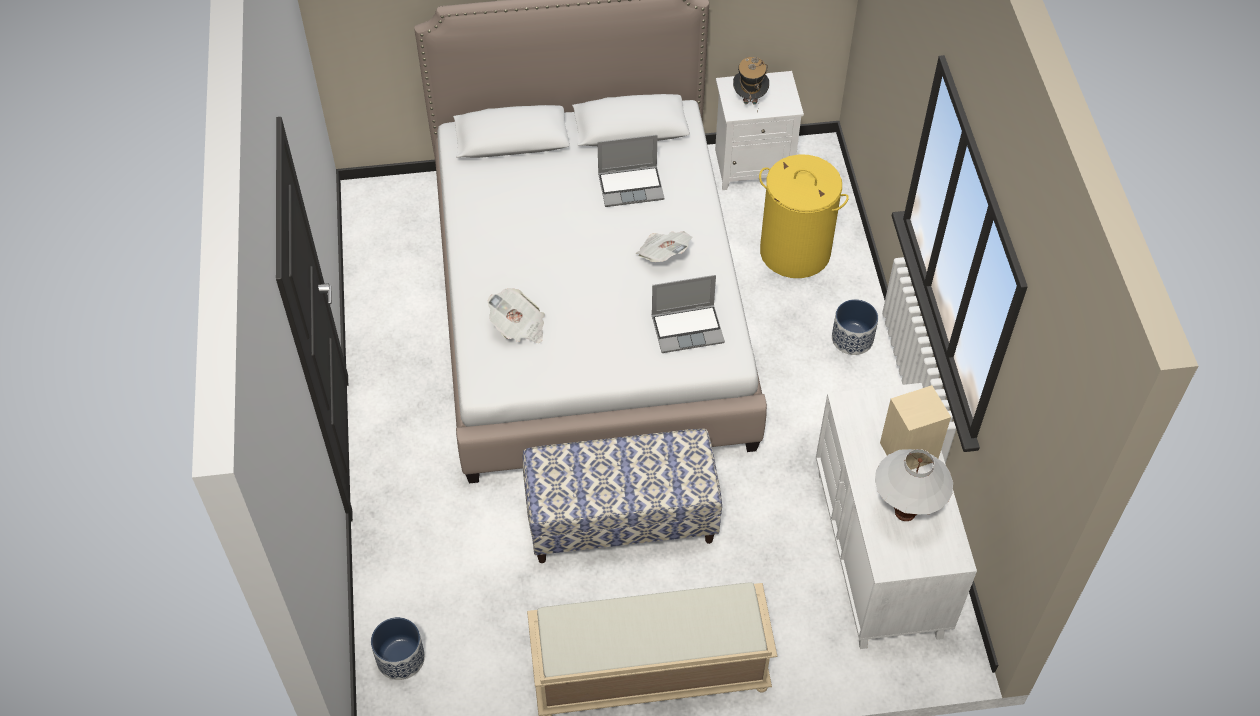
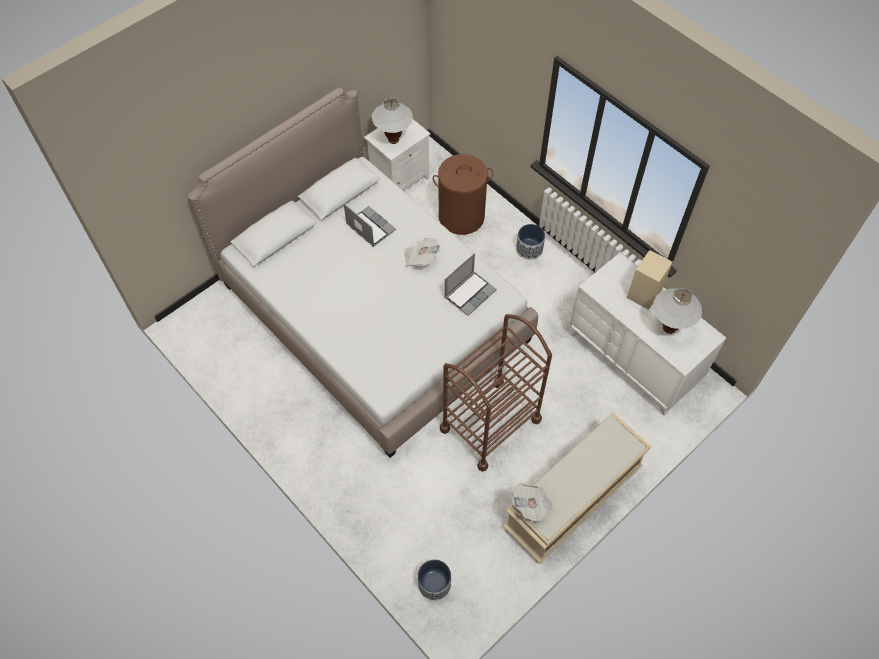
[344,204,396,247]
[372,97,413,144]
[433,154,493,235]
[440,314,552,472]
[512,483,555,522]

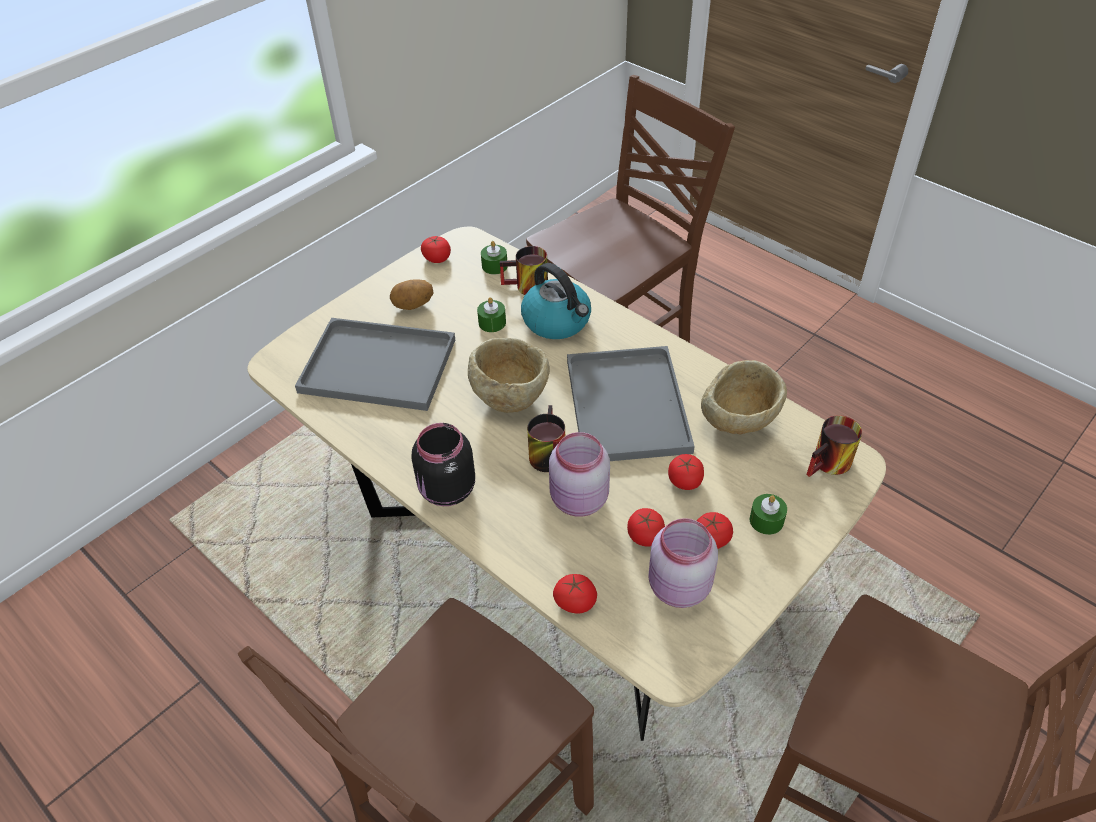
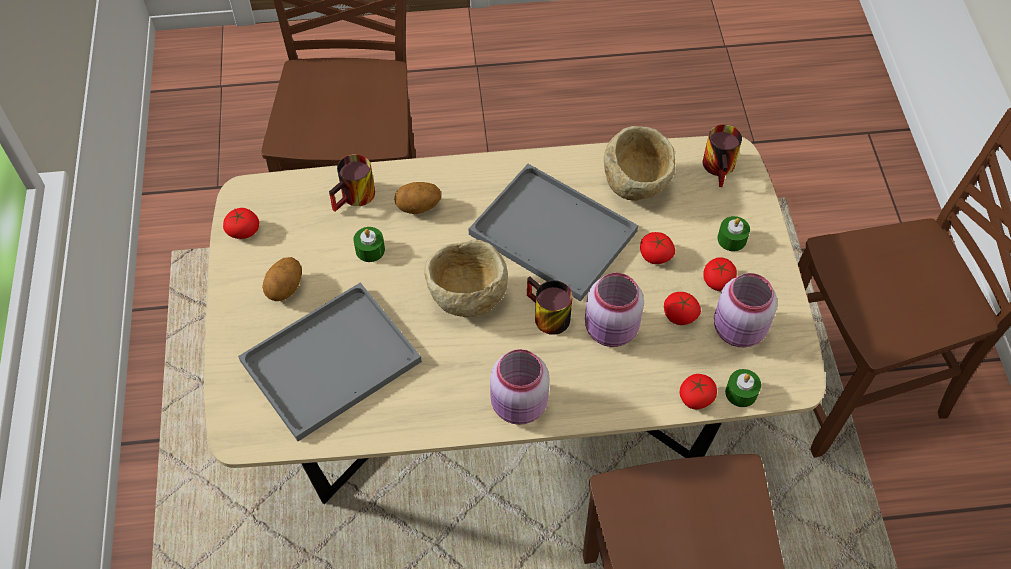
[394,182,441,214]
[490,349,550,425]
[725,369,761,407]

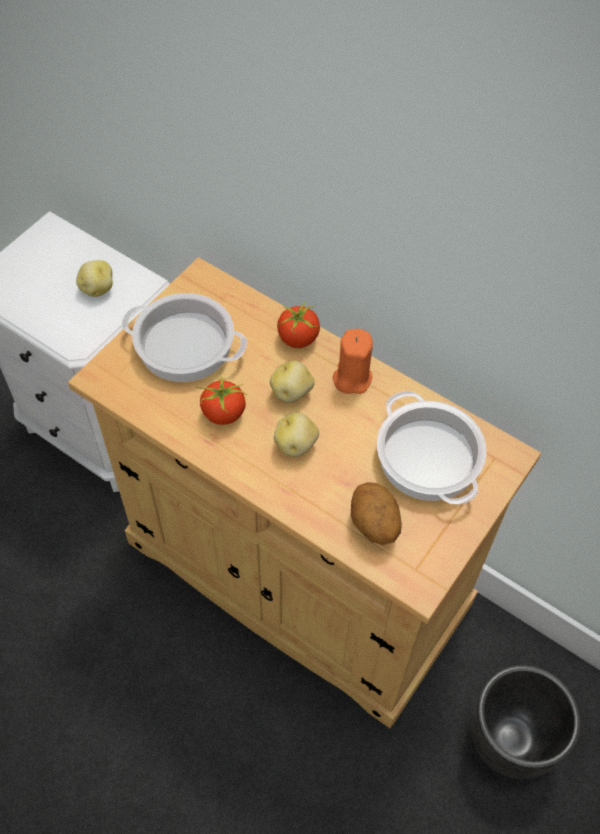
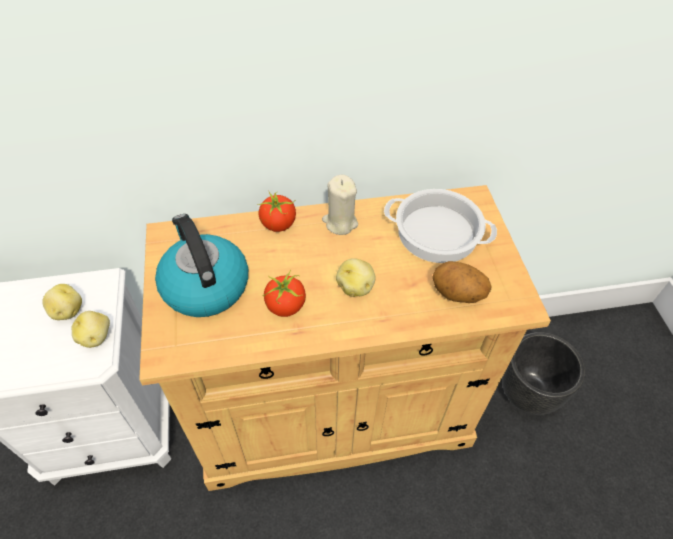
[72,311,110,348]
[155,214,248,317]
[322,175,358,235]

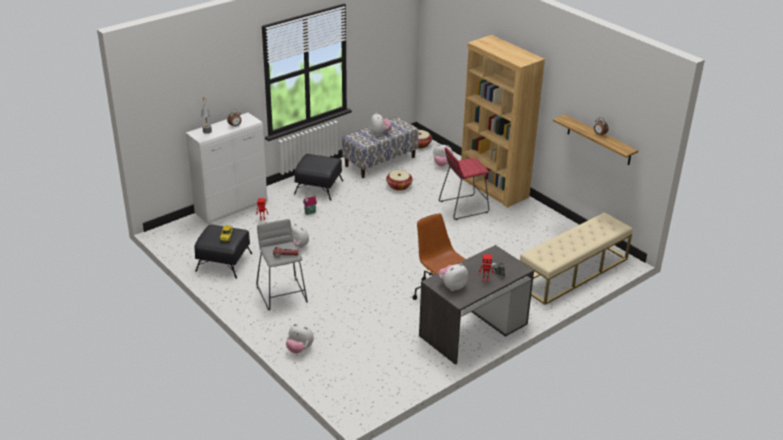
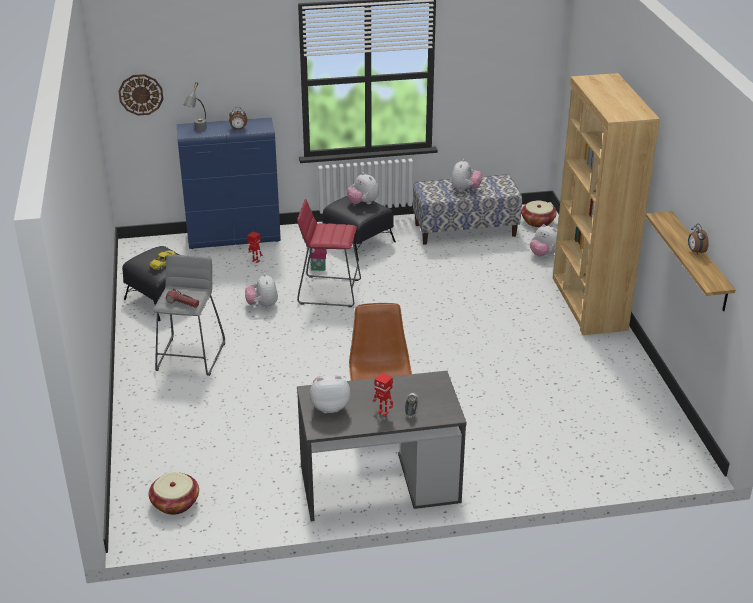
[118,74,163,116]
[149,472,199,515]
[177,118,281,249]
[297,199,361,307]
[347,172,379,204]
[520,212,633,305] (first image)

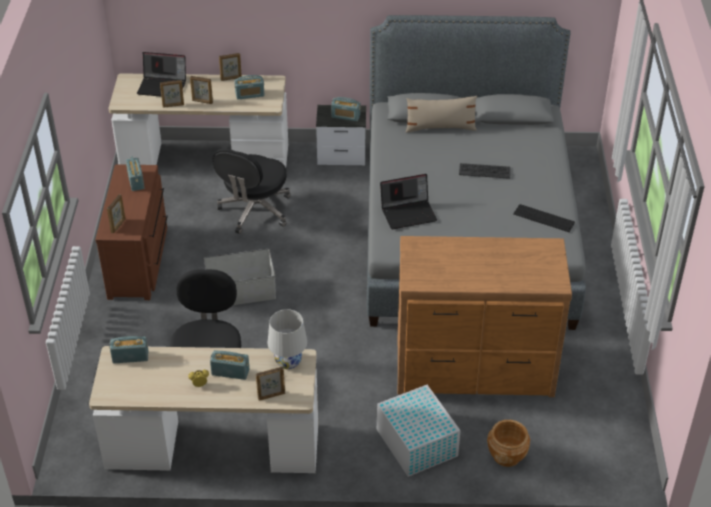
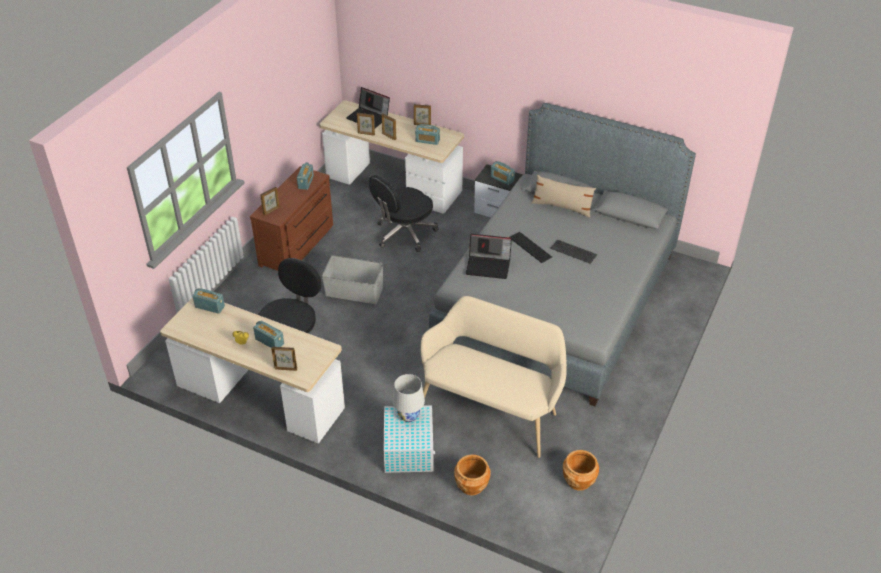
[392,374,425,422]
[421,296,567,458]
[509,232,552,263]
[563,450,599,491]

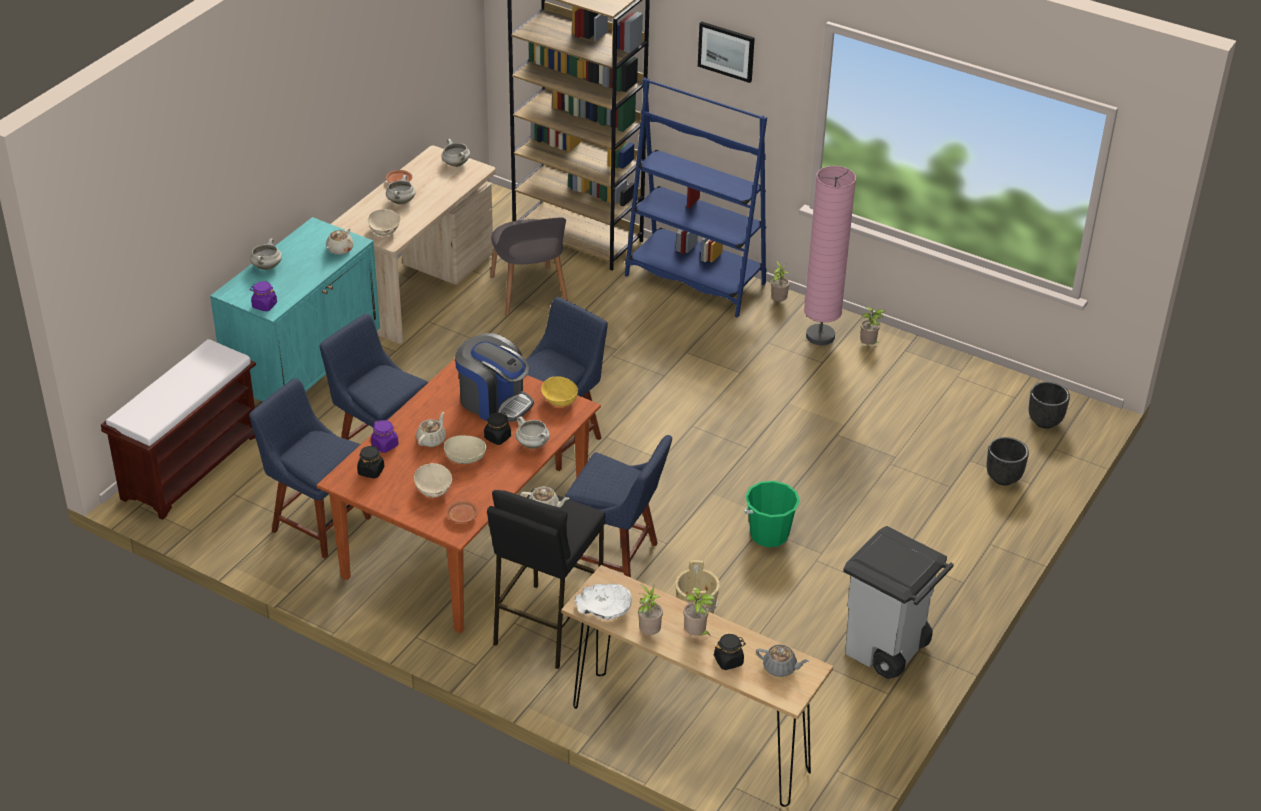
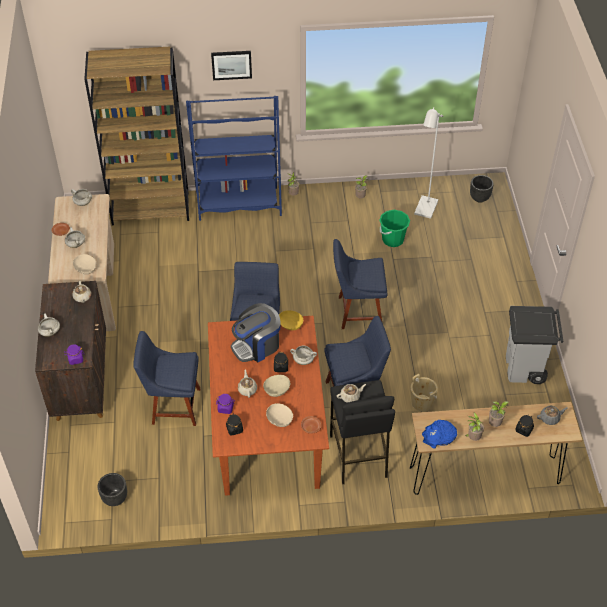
[35,281,106,421]
[98,473,127,506]
[231,303,280,362]
[333,239,388,329]
[379,210,410,247]
[414,107,443,219]
[422,420,457,448]
[101,339,256,520] (first image)
[490,218,568,316] (first image)
[804,166,856,345] (first image)

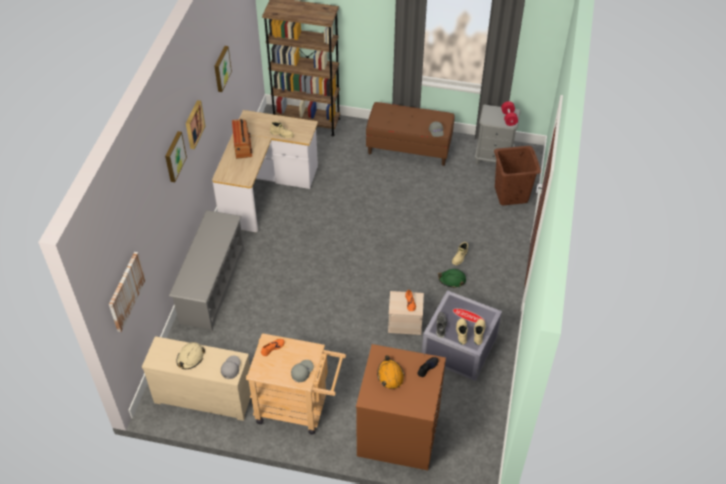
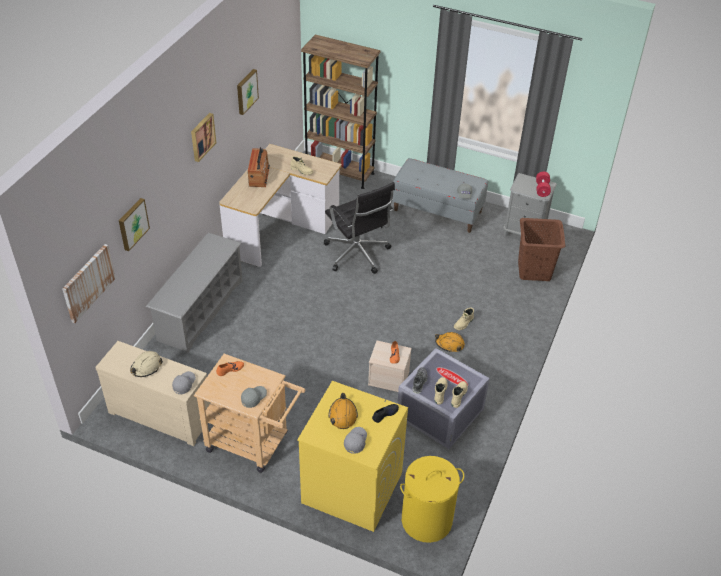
[119,198,150,251]
[297,381,408,532]
[324,182,395,274]
[344,427,367,454]
[392,158,488,233]
[400,456,464,543]
[435,332,465,352]

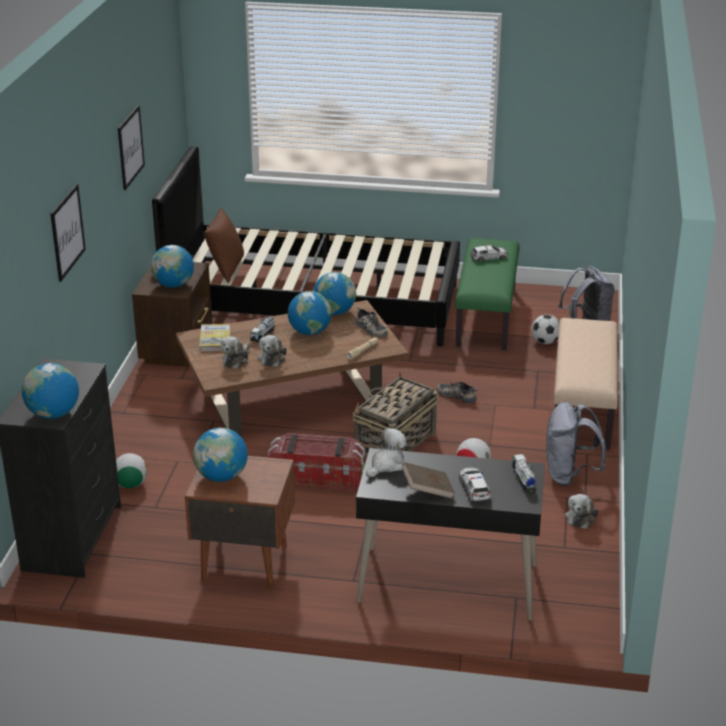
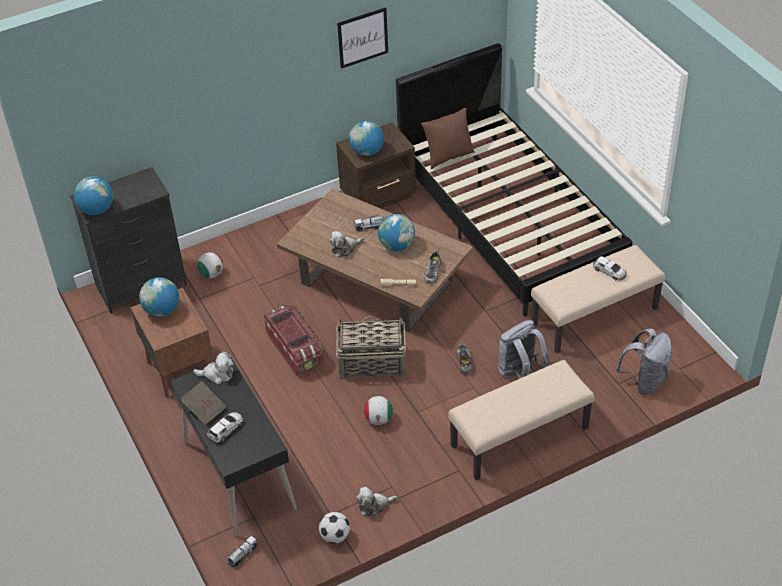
[227,536,258,568]
[319,512,350,544]
[498,320,550,379]
[531,245,665,353]
[50,184,86,282] (first image)
[199,324,230,352] (first image)
[221,336,250,369] (first image)
[314,272,356,315] (first image)

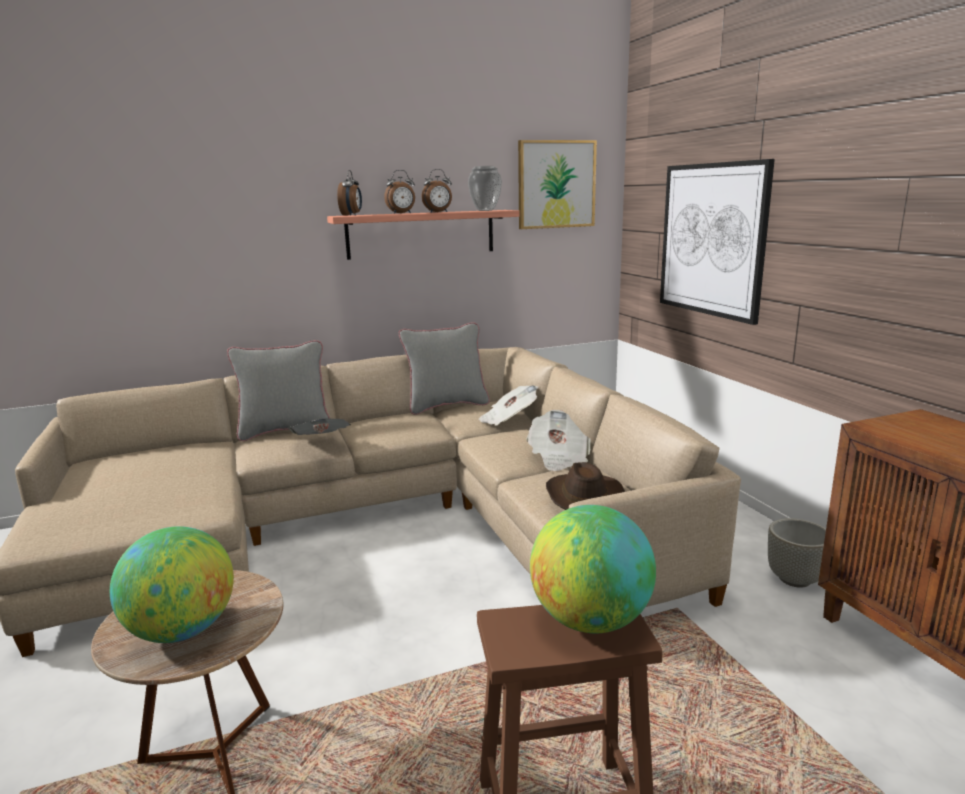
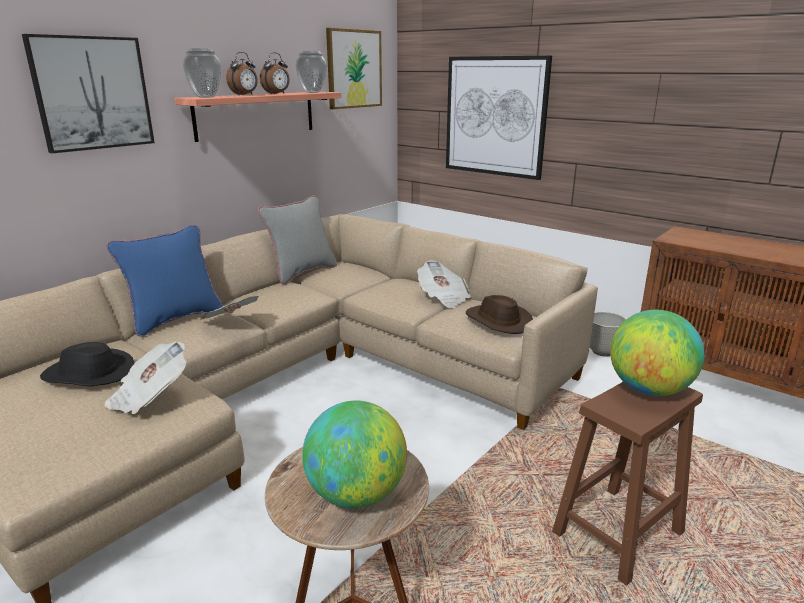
[22,34,155,153]
[40,342,134,386]
[105,342,186,414]
[106,225,223,337]
[183,48,221,98]

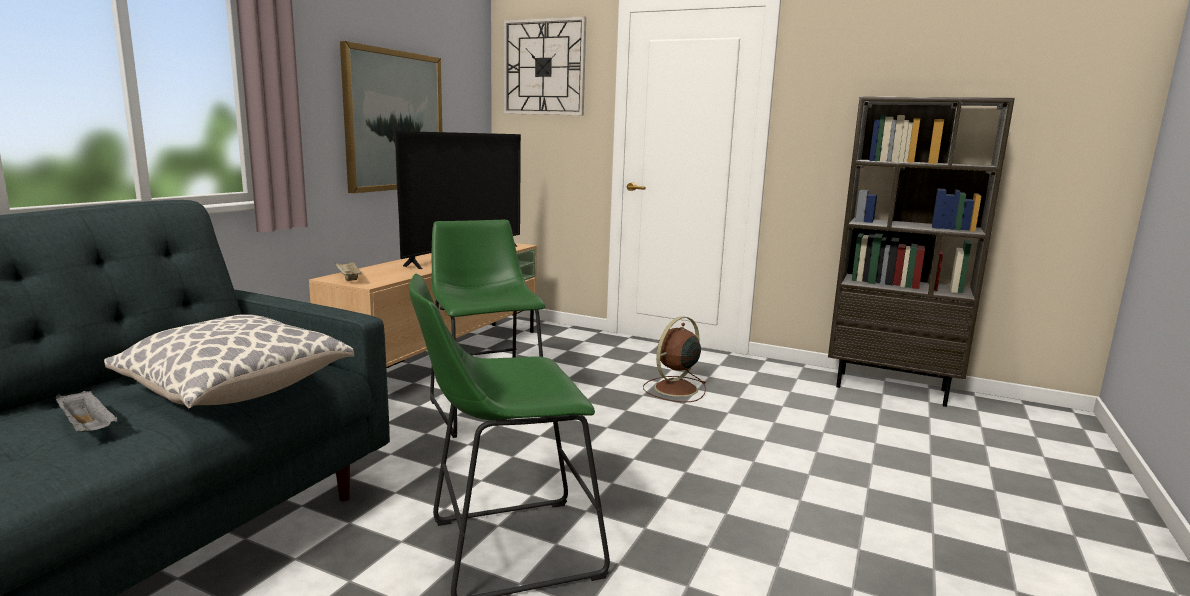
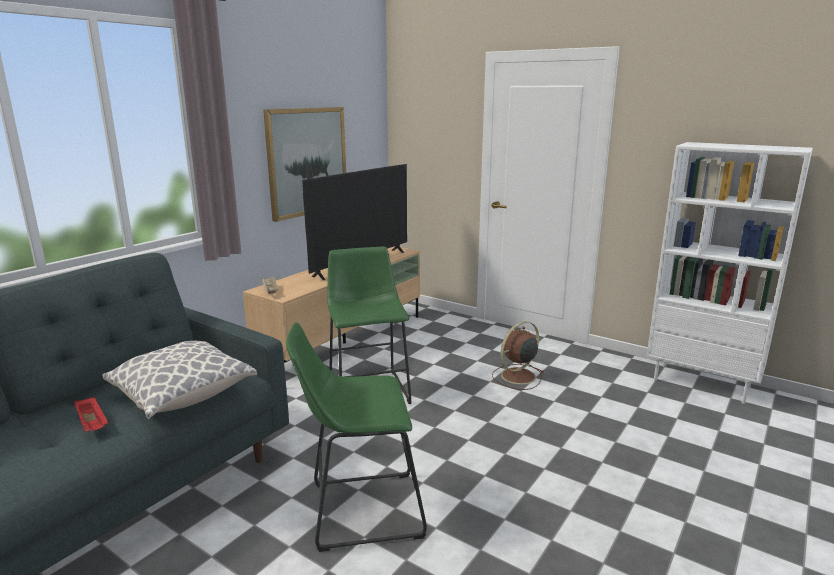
[75,397,108,432]
[647,142,813,404]
[504,16,586,115] (first image)

